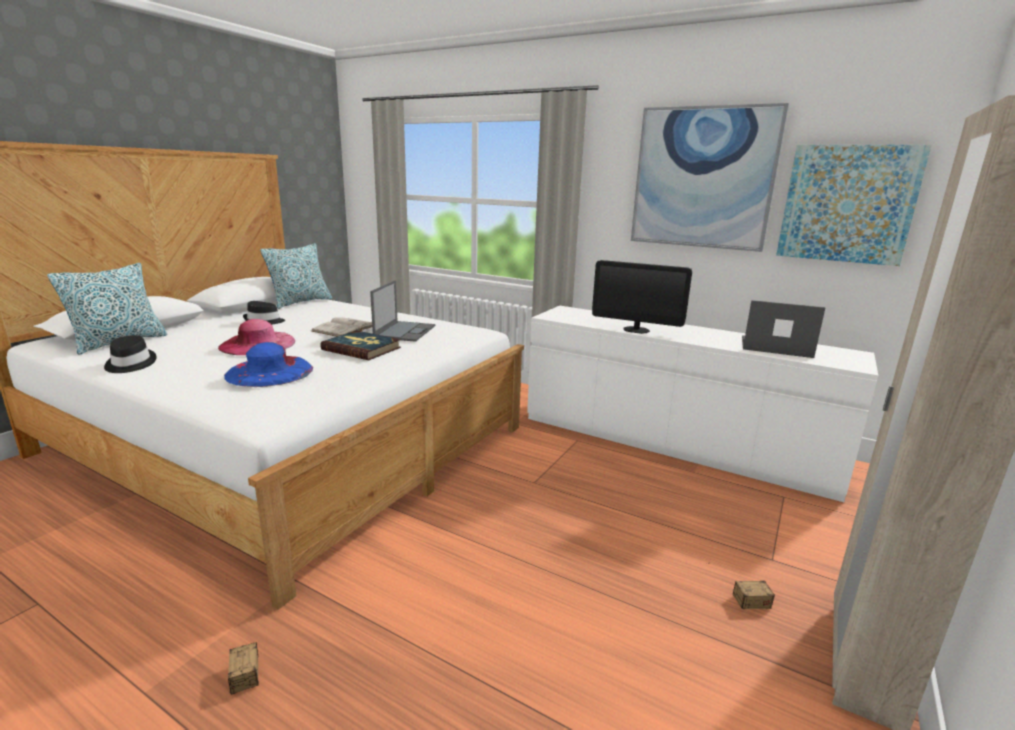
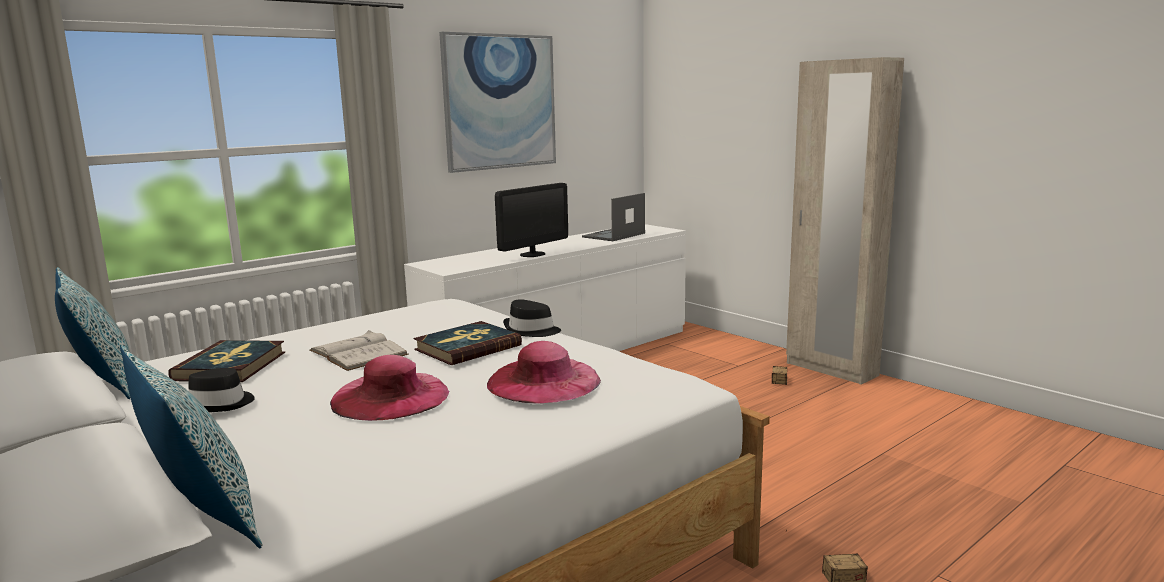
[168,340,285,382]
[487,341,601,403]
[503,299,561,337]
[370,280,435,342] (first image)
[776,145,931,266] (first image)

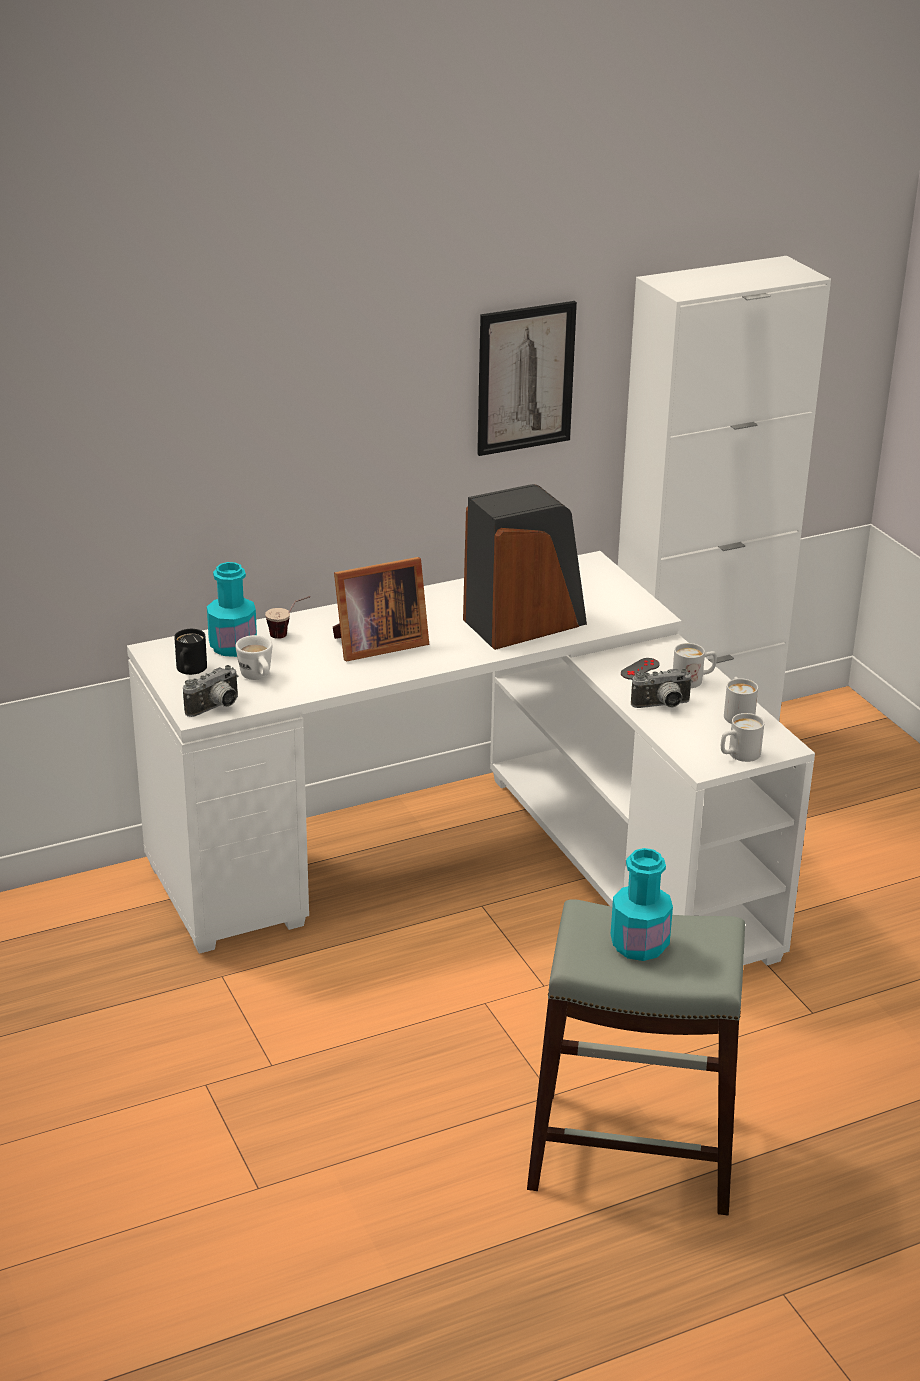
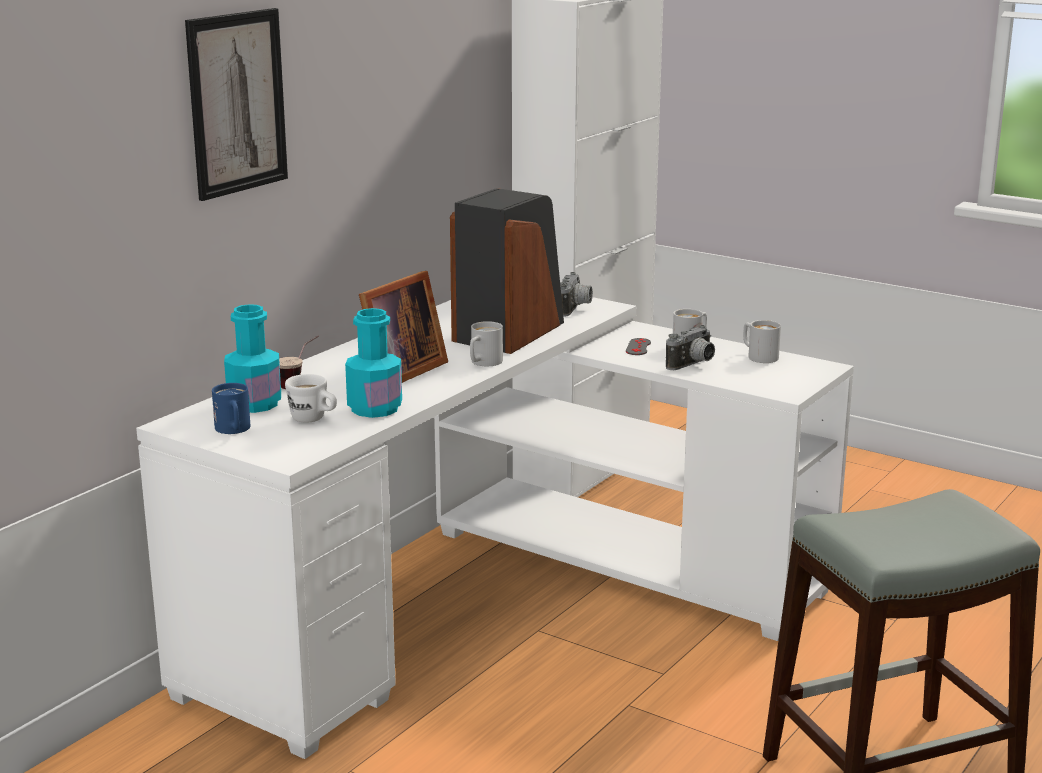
[185,8,288,201]
[212,383,250,434]
[345,308,402,418]
[470,321,503,366]
[560,272,593,317]

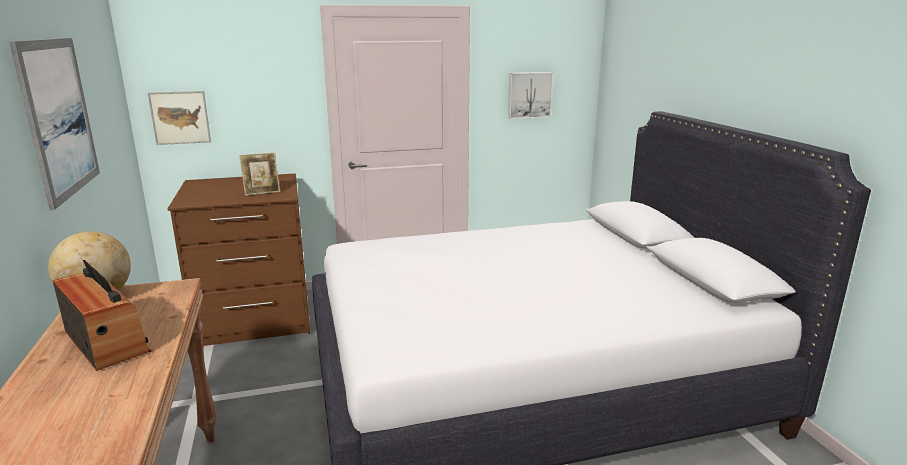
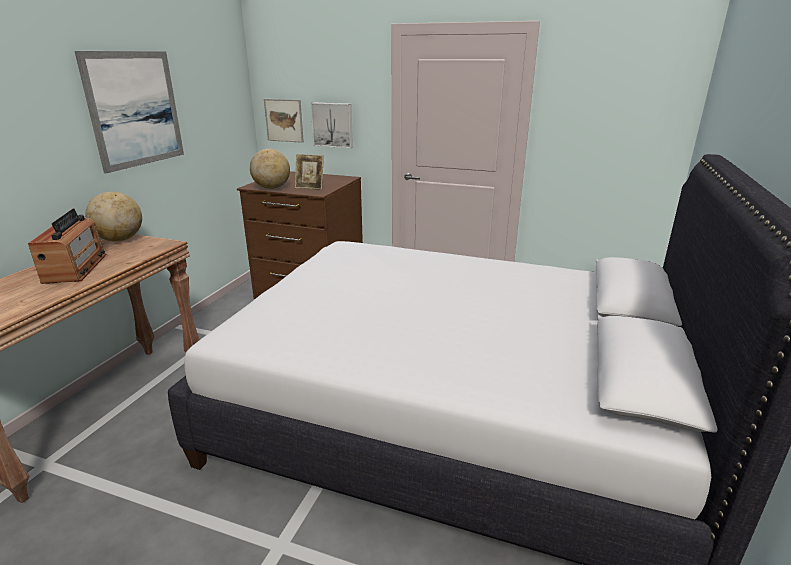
[250,149,290,189]
[311,102,353,148]

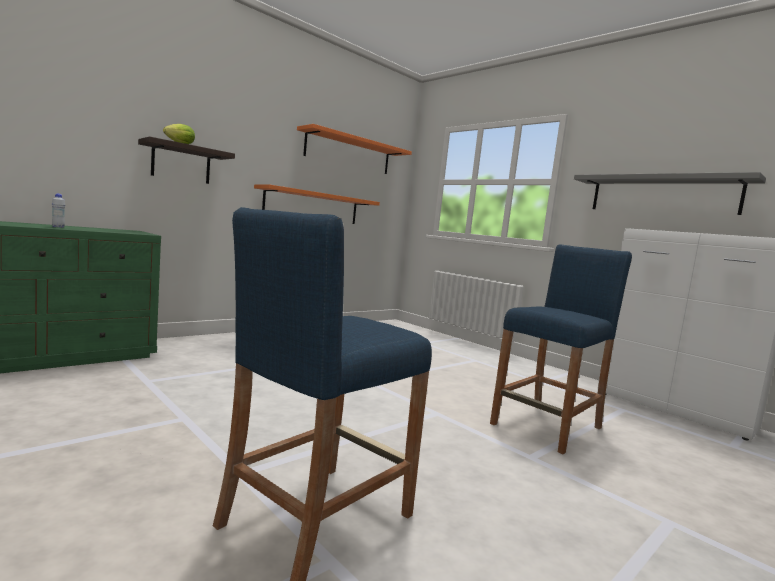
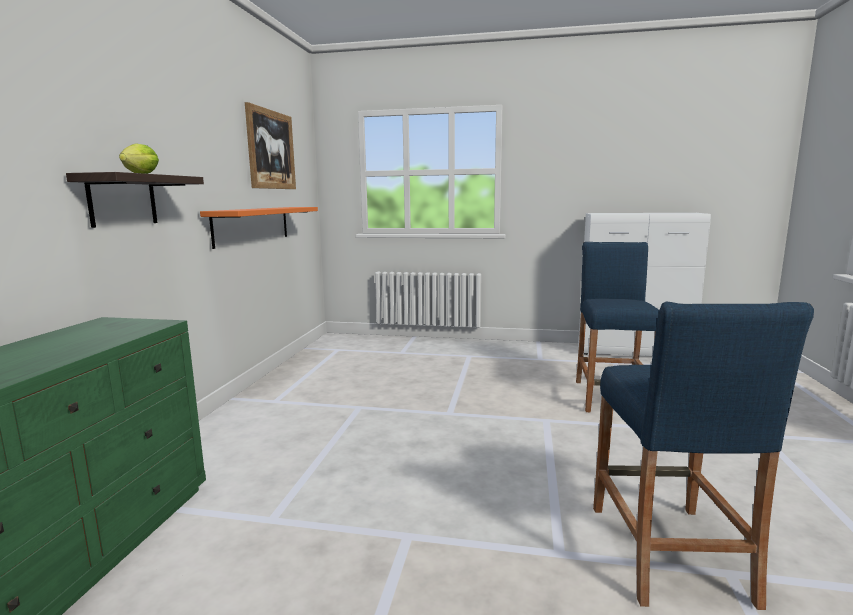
[245,102,296,189]
[52,194,65,228] (first image)
[574,172,766,215] (first image)

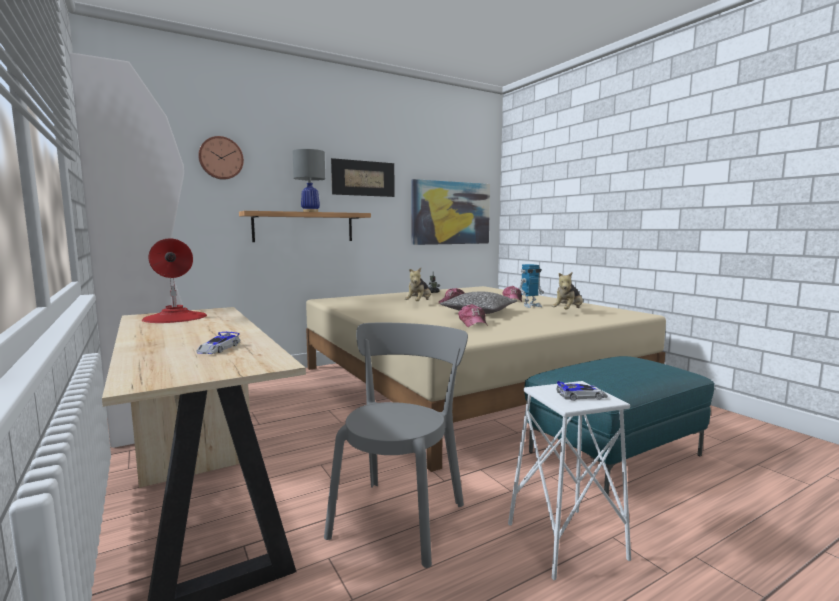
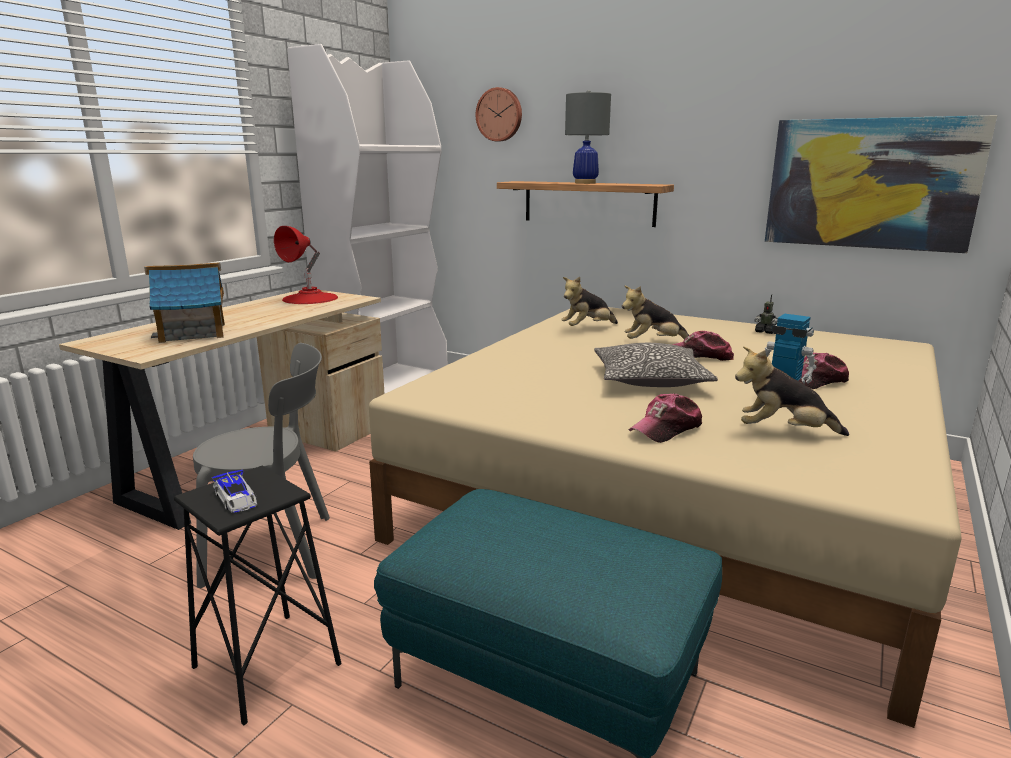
[144,262,225,343]
[174,466,341,725]
[561,277,618,326]
[629,394,702,443]
[331,158,395,197] (first image)

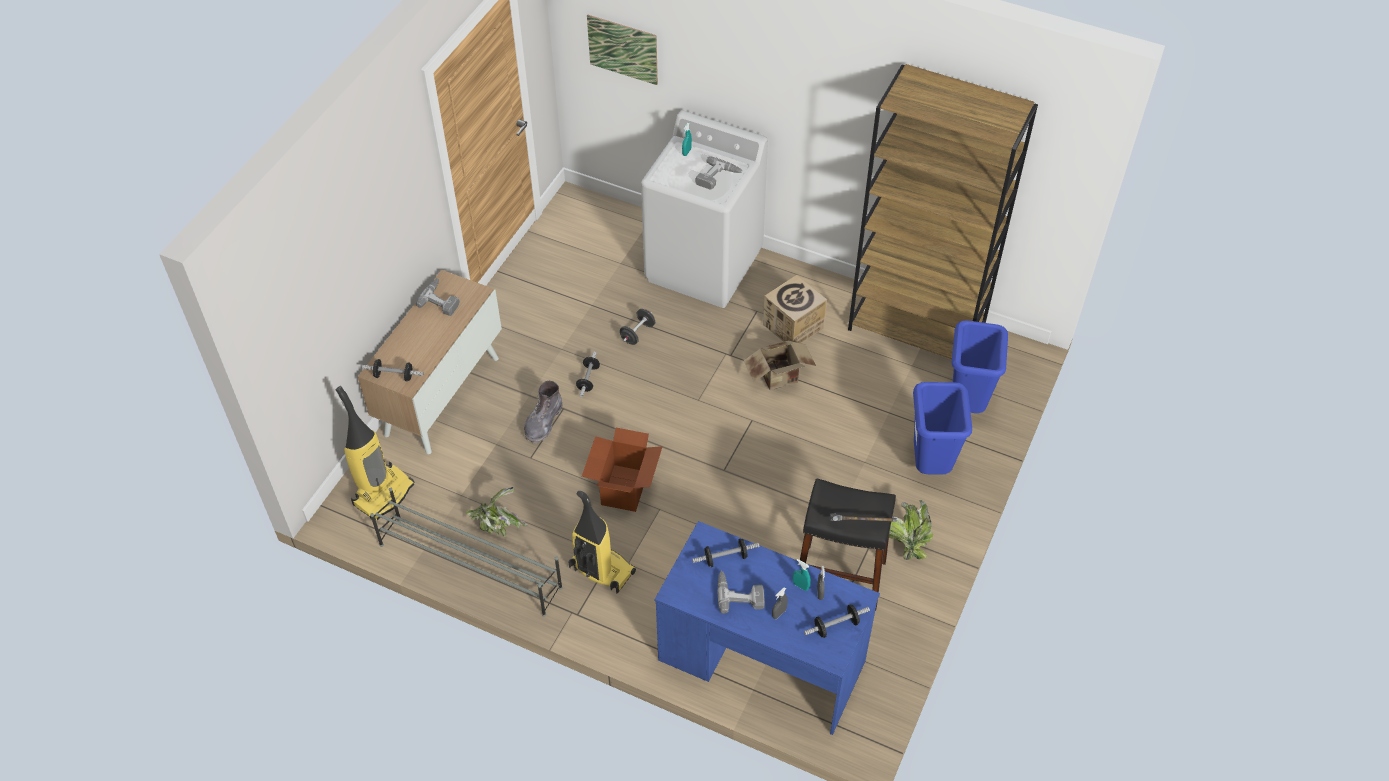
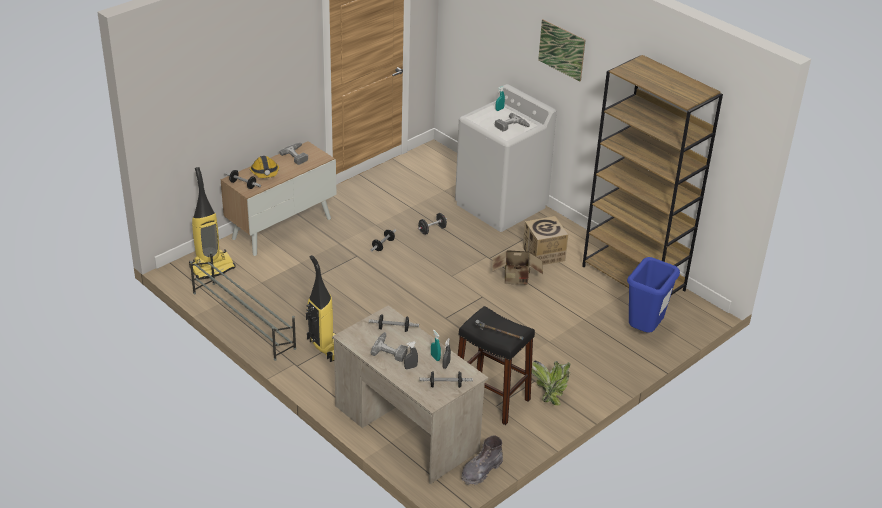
[250,156,279,178]
[332,305,488,484]
[461,436,503,485]
[538,19,586,81]
[466,487,528,538] (first image)
[582,428,663,512] (first image)
[913,382,972,475] (first image)

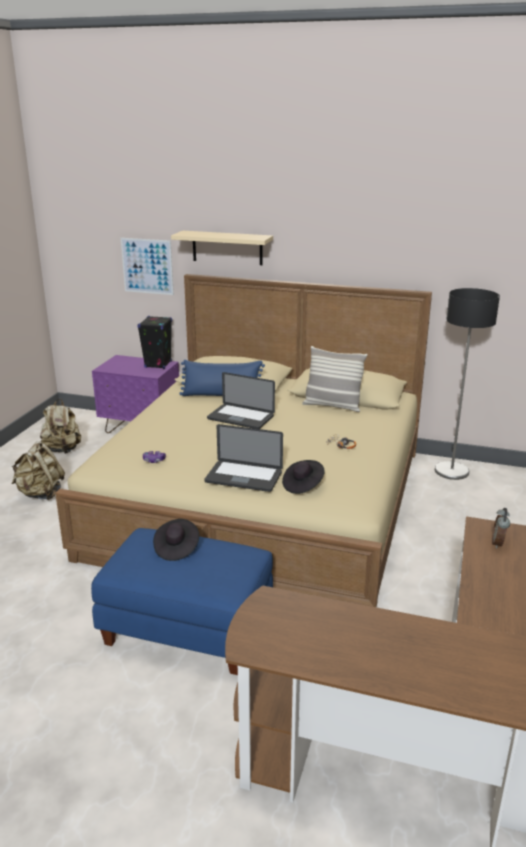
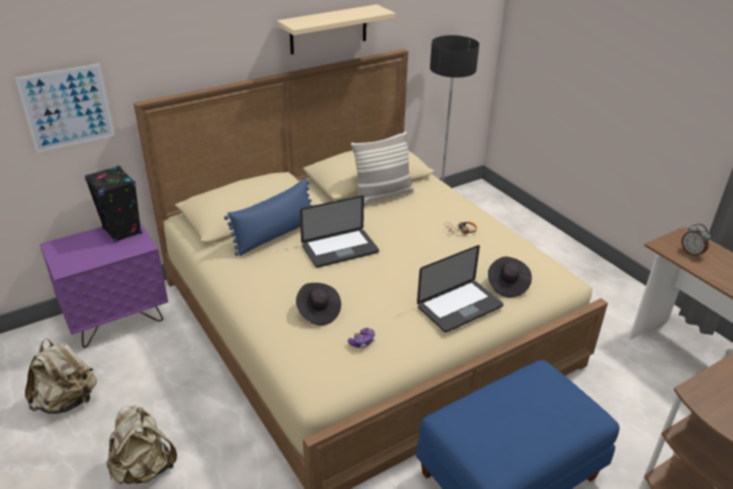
[277,4,395,55]
[296,283,341,326]

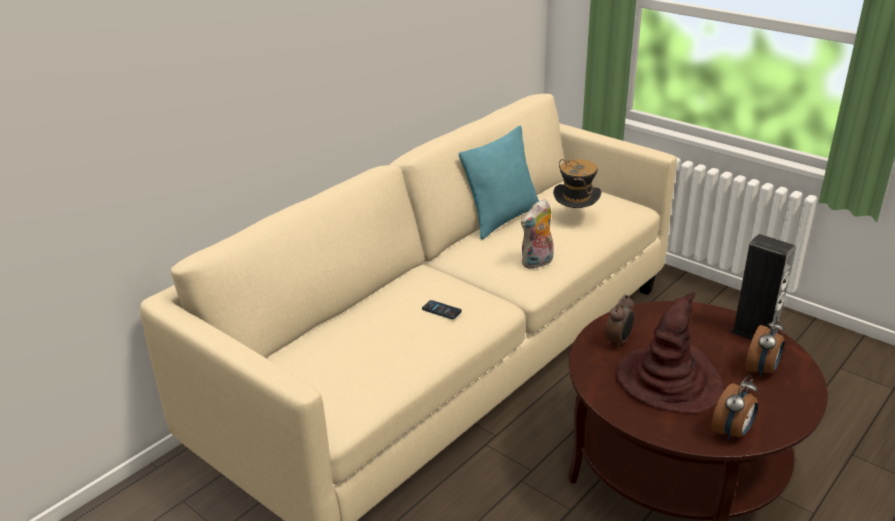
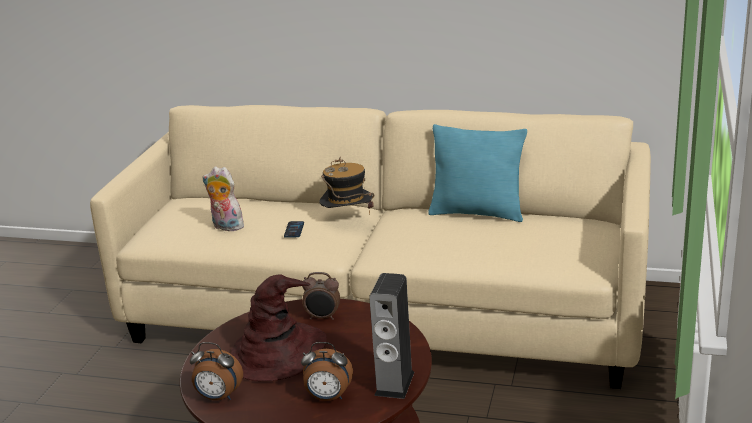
[202,166,244,231]
[320,157,374,215]

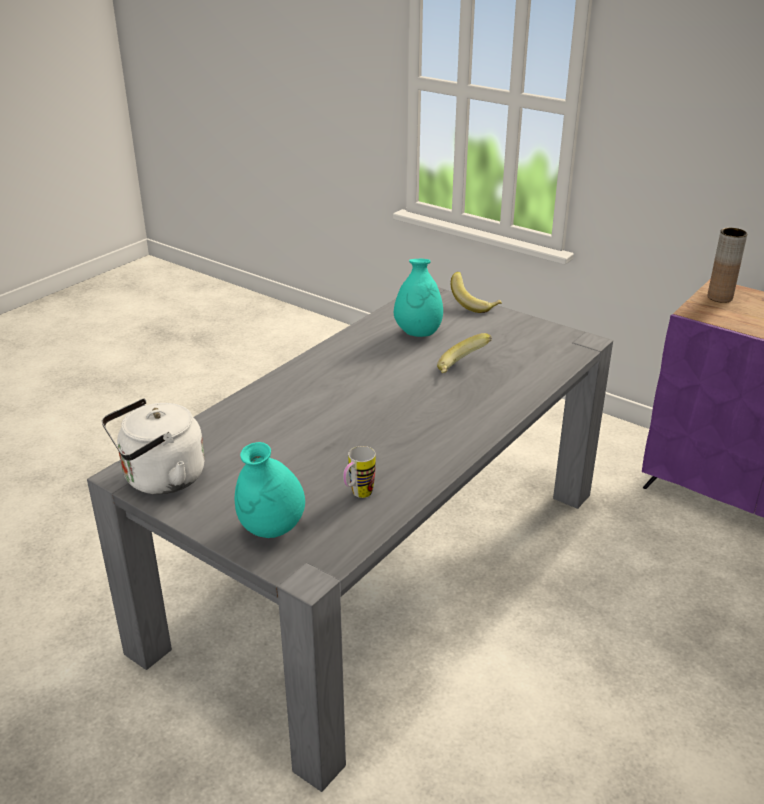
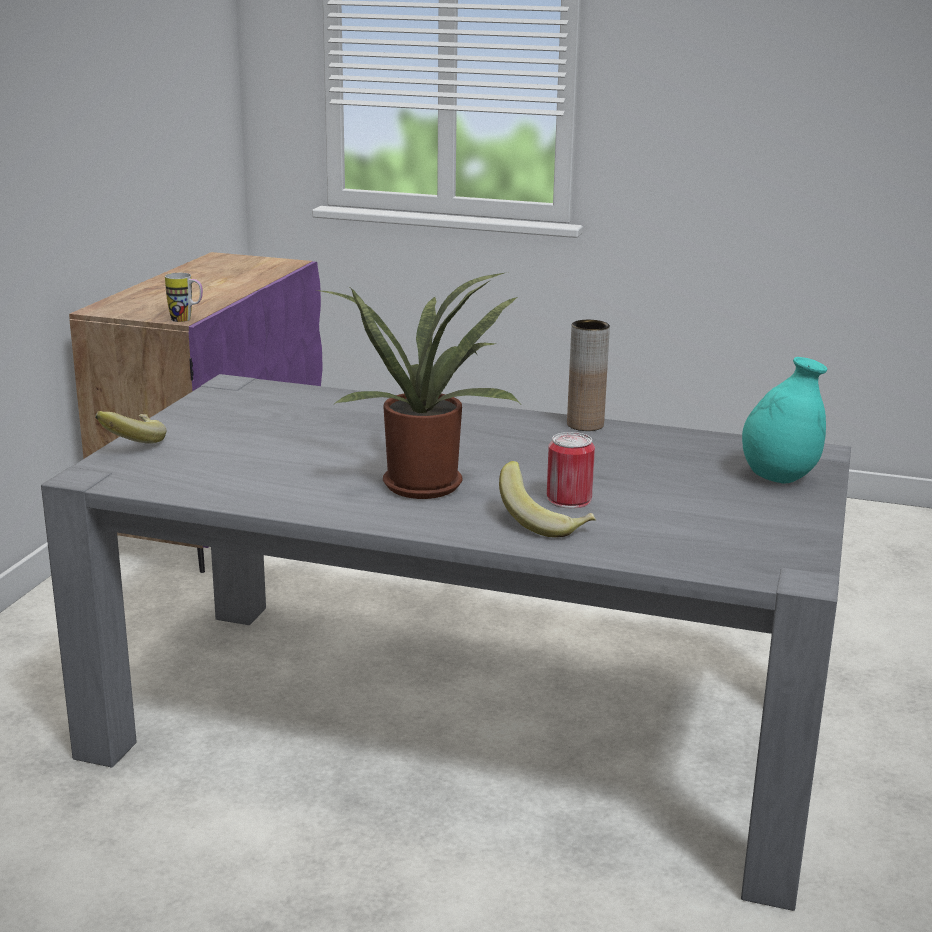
[165,273,203,322]
[316,273,520,499]
[499,461,596,537]
[547,432,595,509]
[567,320,610,431]
[102,398,205,494] (first image)
[394,259,443,337] (first image)

